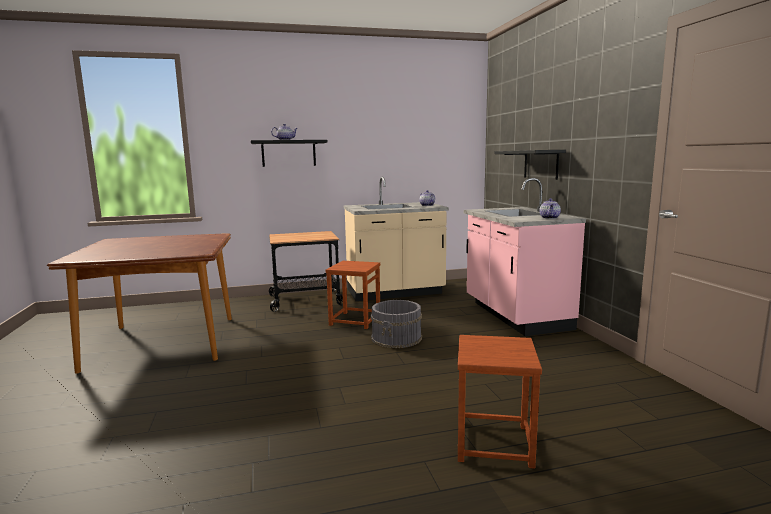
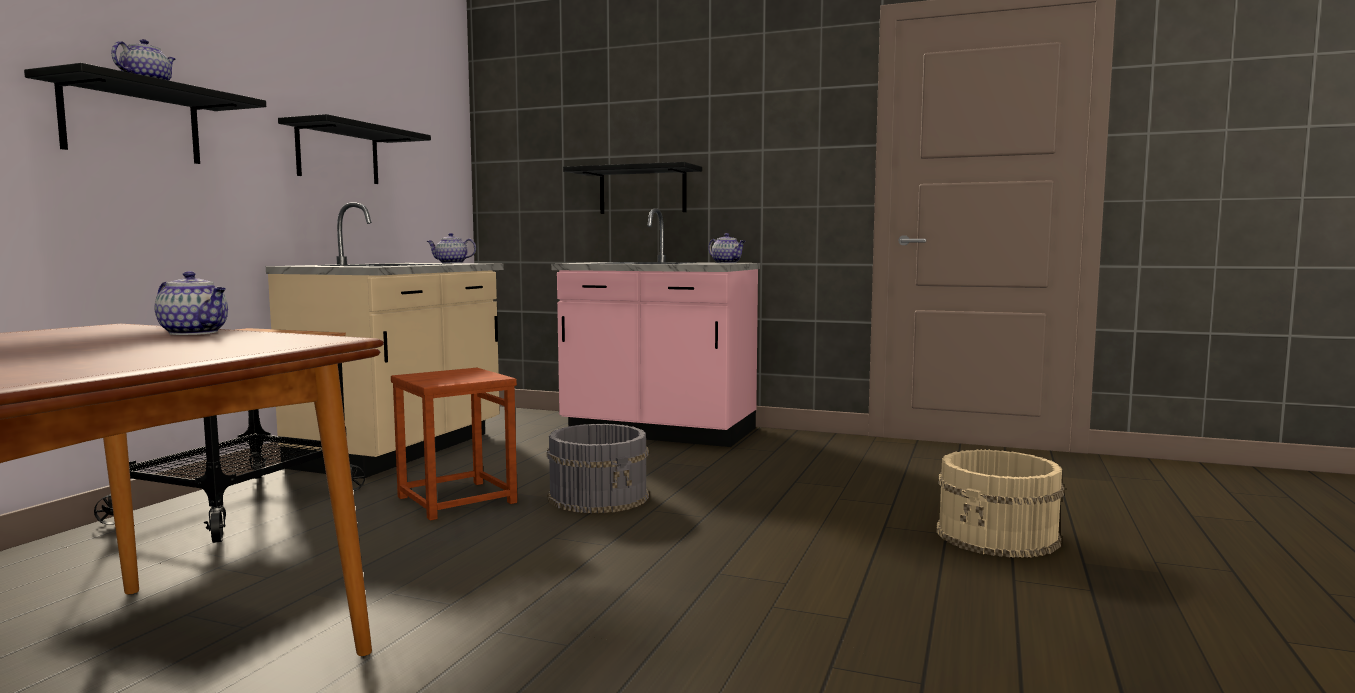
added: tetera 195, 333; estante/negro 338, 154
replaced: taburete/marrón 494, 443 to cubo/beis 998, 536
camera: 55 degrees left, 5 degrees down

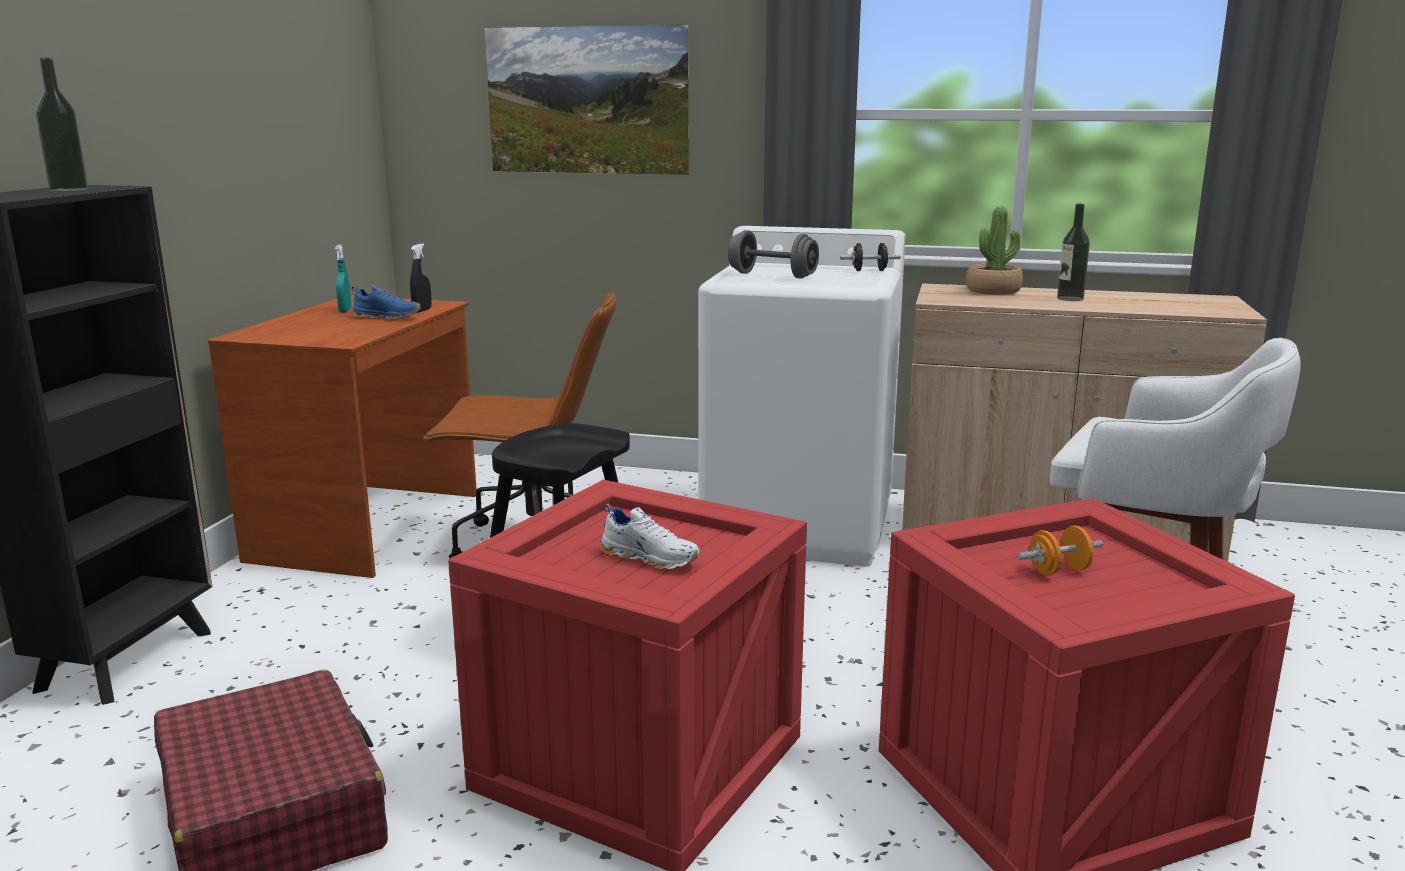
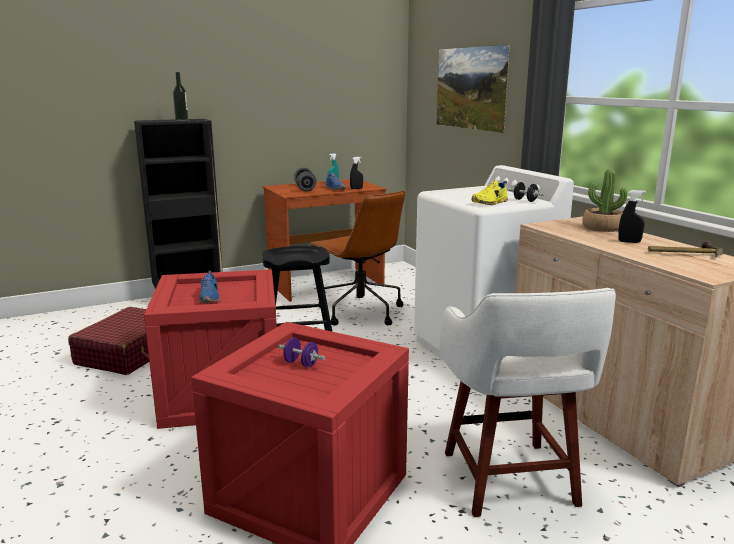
added: zapato/amarillo 490, 203; martillo 683, 253
moved: mancuerna/gris 772, 275 to 305, 188
replaced: botella 1070, 299 to pulverizador/negro 629, 242
recoloured: zapato/blanco 651, 558 to zapato/azul 210, 298; mancuerna/naranja 1059, 571 to mancuerna/morado 301, 364
camera: 50 degrees right, 0 degrees up

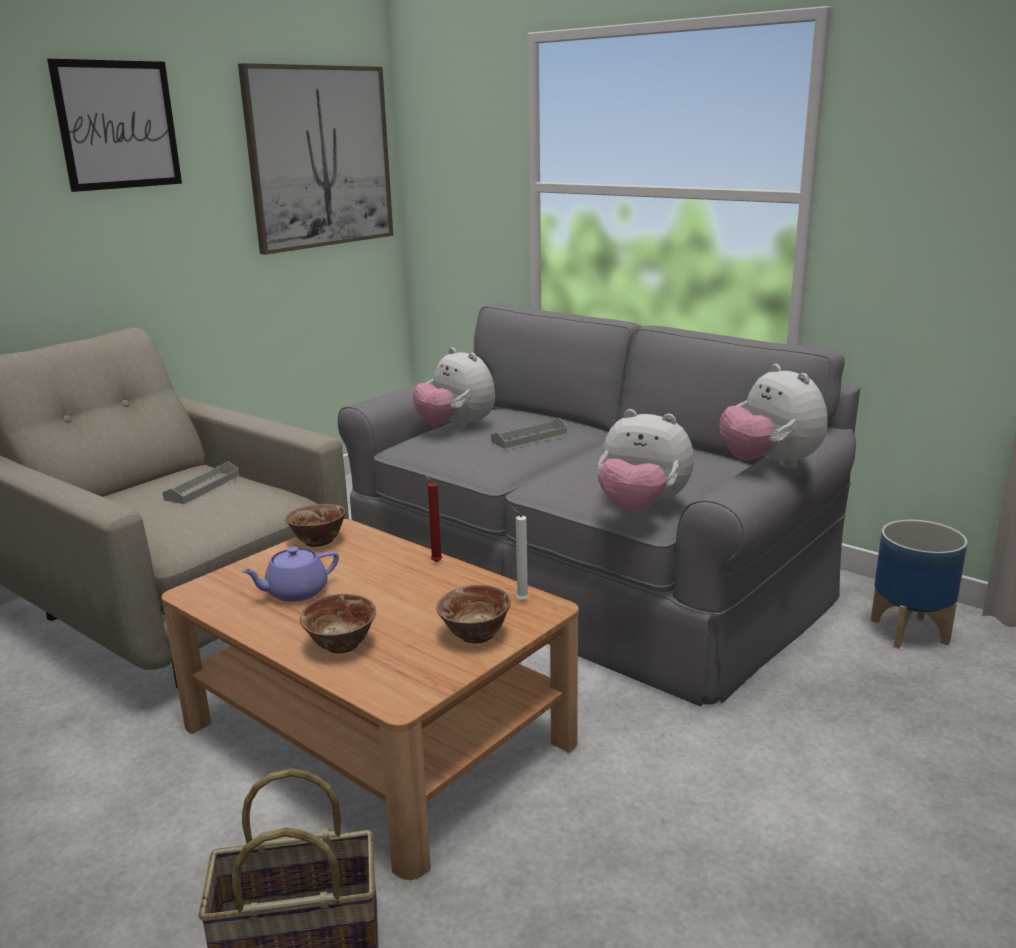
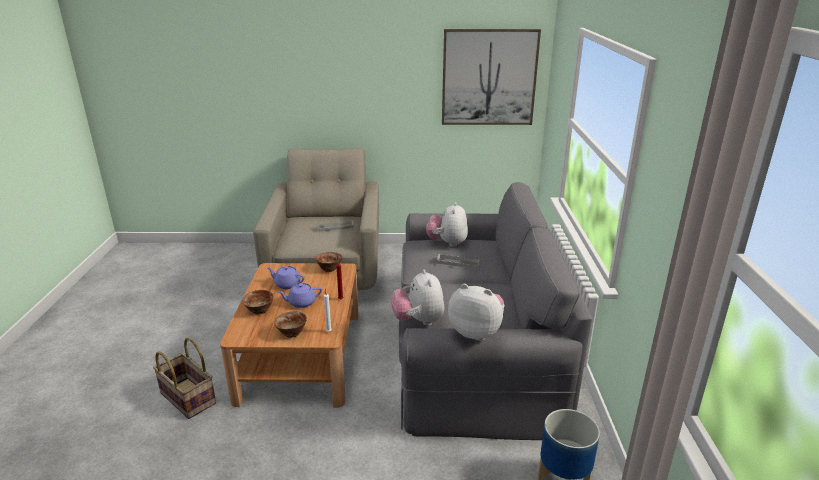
removed: cuadro 118, 125
added: tetera/morado 301, 303
turned: peluche 770, 464 = 476, 332 90 degrees clockwise
camera: 50 degrees right, 5 degrees up

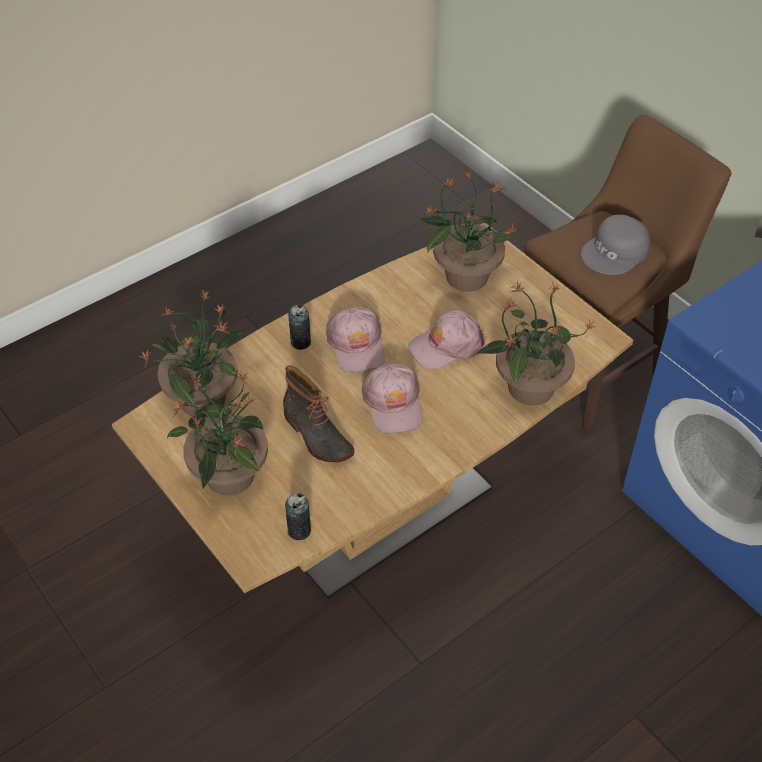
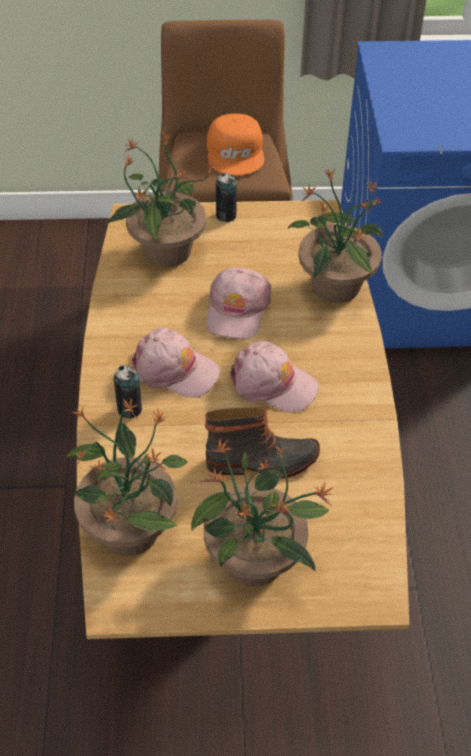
moved: lata 299, 531 to 226, 215
recoloured: gorra/gris 615, 252 to gorra/naranja 236, 152
camera: 55 degrees left, 0 degrees up

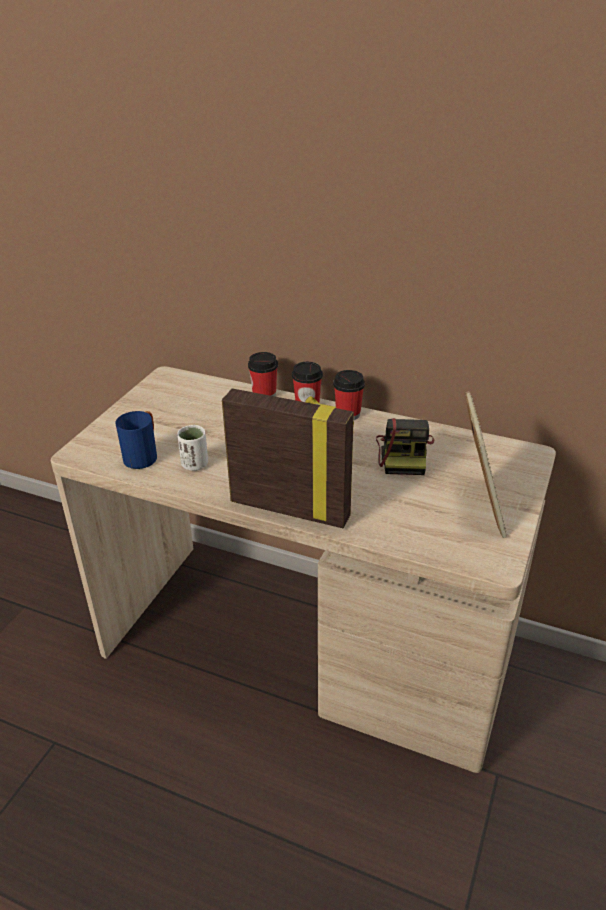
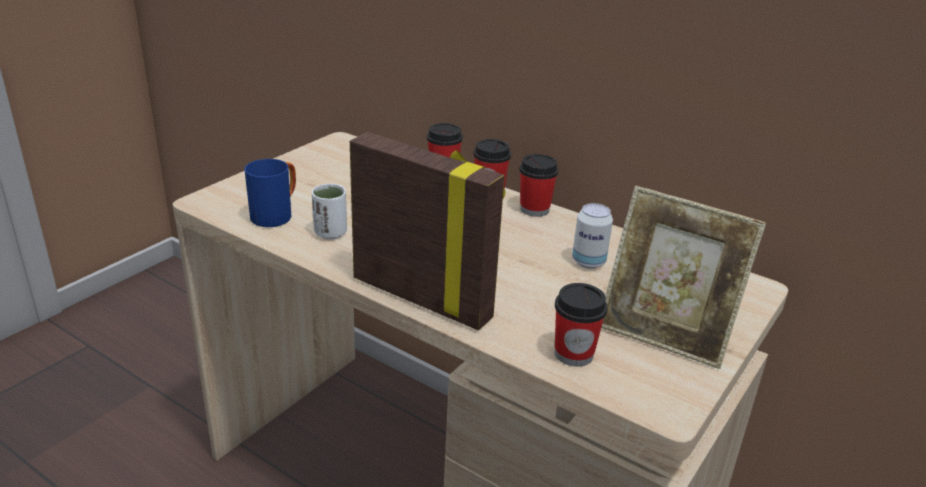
added: taza 573, 354
replaced: cámara 404, 454 to lata 588, 262
turned: portarretratos 479, 506 = 664, 335 105 degrees clockwise
camera: 10 degrees right, 5 degrees down

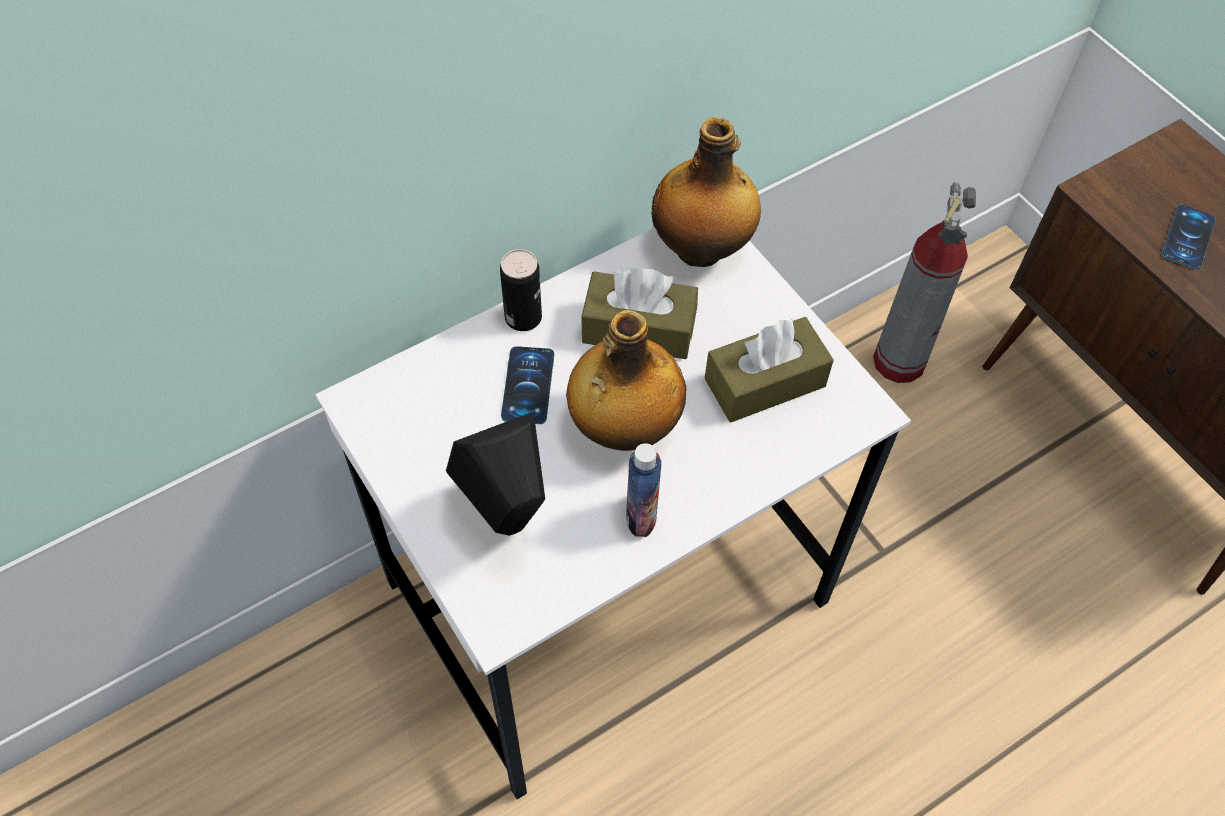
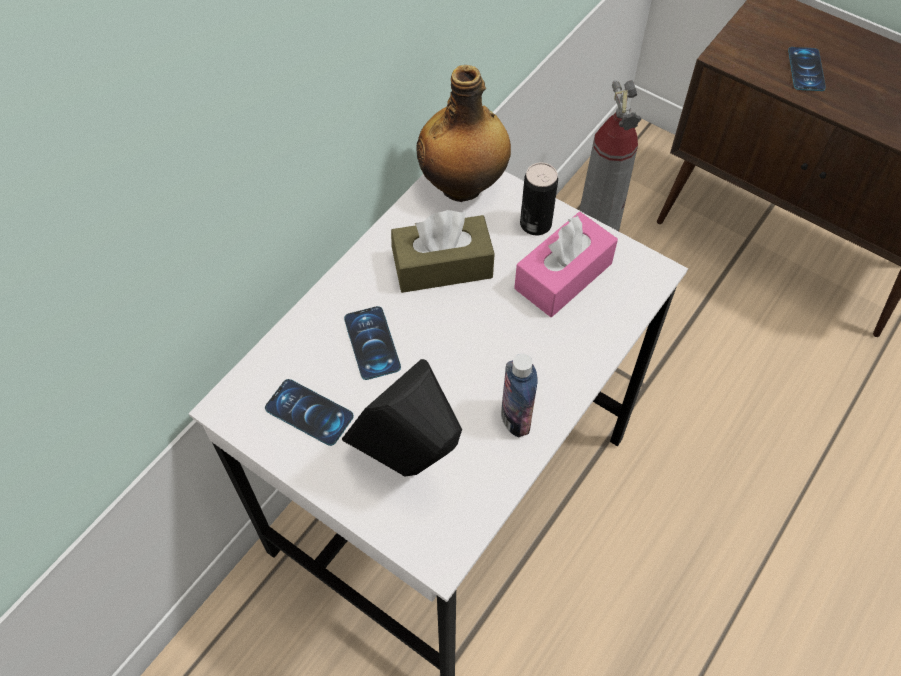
removed: botella 623, 427
added: móvil 309, 412
moved: lata 523, 317 to 535, 224
recoloured: caja de pañuelos/marrón 765, 382 to caja de pañuelos/rosa 563, 276
camera: 20 degrees left, 0 degrees up

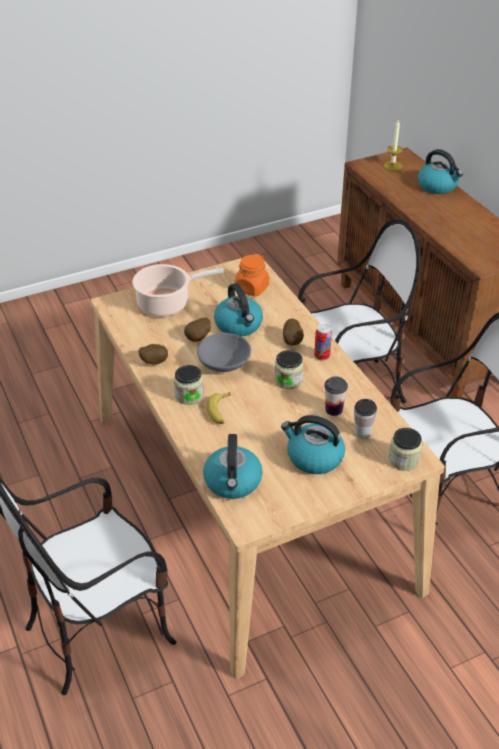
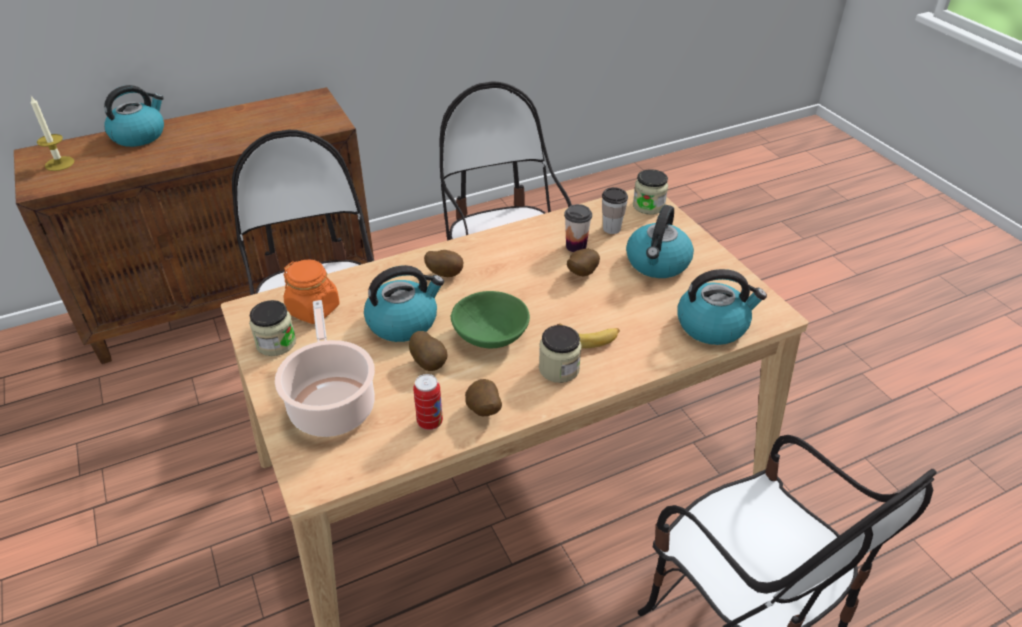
added: patata 581, 273
moved: tarro 288, 380 to 276, 343; lata 322, 356 to 430, 422
recoloured: cuenco/gris 224, 364 to cuenco/verde 490, 335
camera: 90 degrees left, 0 degrees up

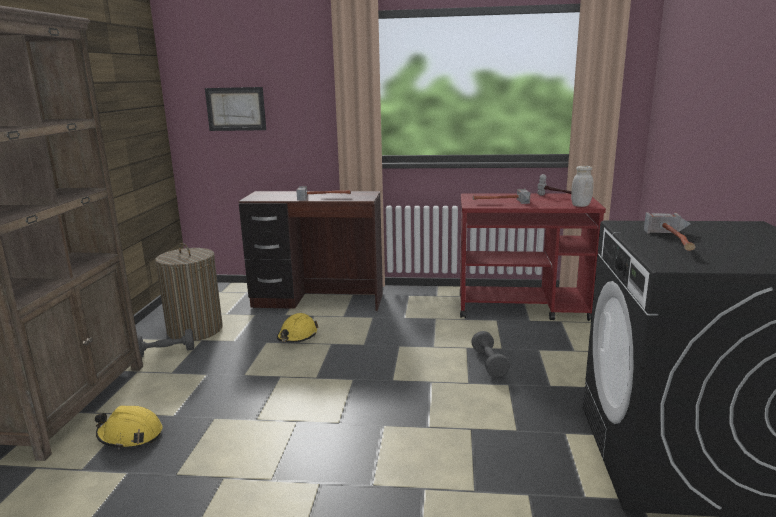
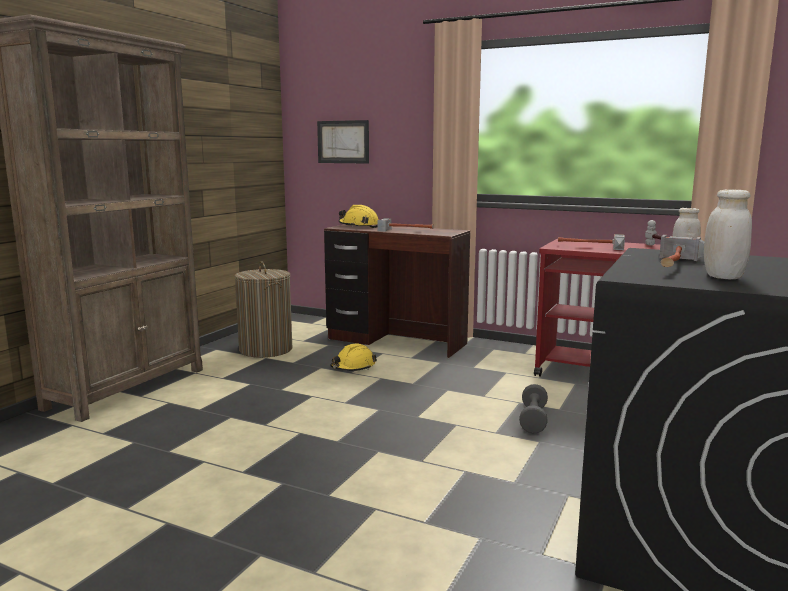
removed: mancuerna/gris 165, 352
added: tarro/blanco 723, 277
moved: casco/amarillo 130, 435 to 359, 226
camera: 20 degrees right, 5 degrees down

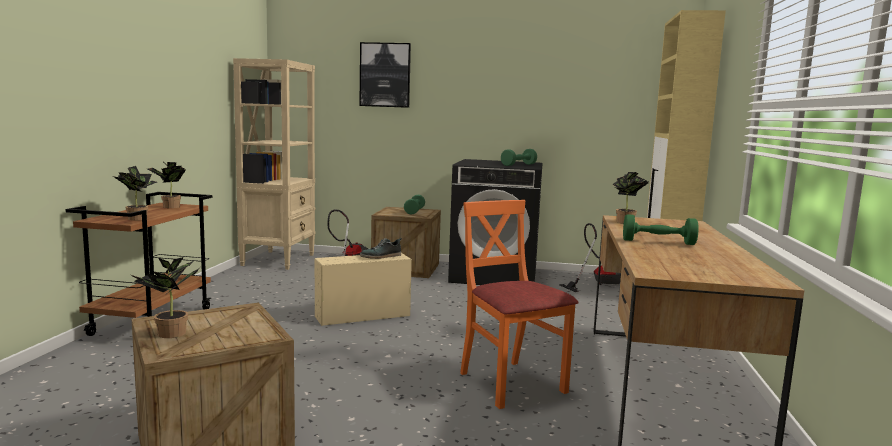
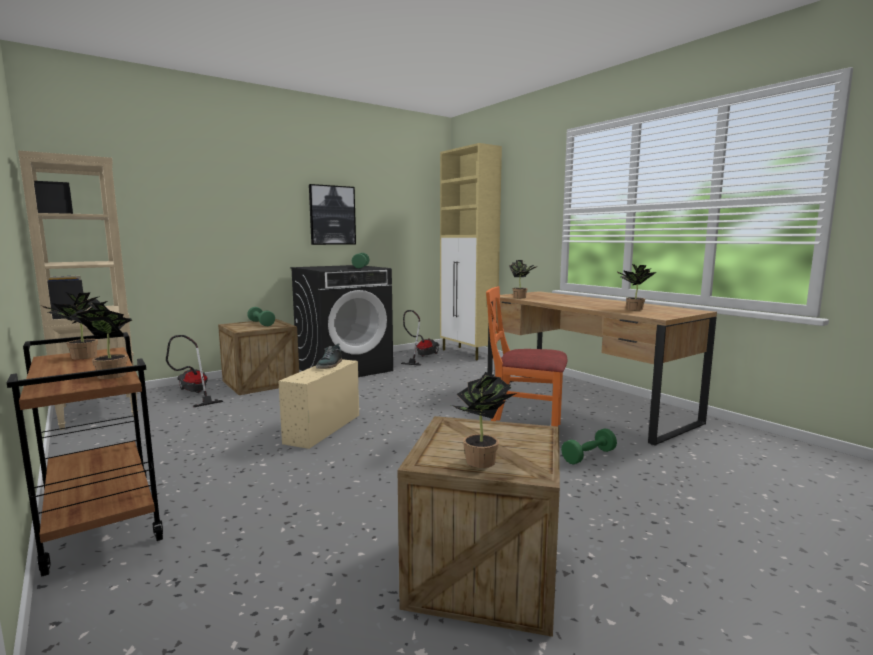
added: planta en maceta 632, 309
moved: cuadro 385, 75 to 332, 215; mancuerna/verde 658, 242 to 588, 456
camera: 45 degrees left, 0 degrees up

